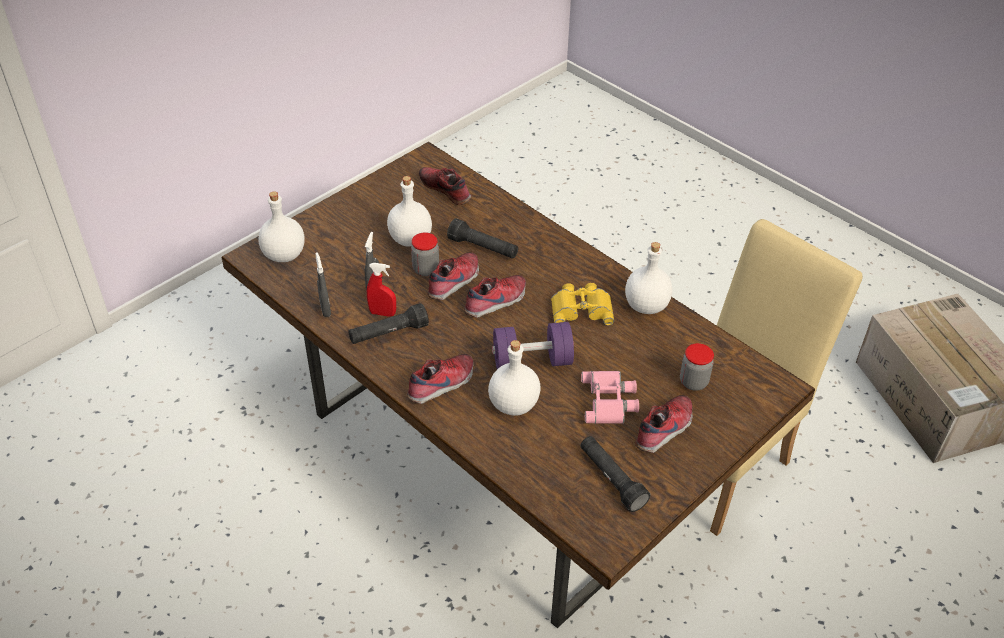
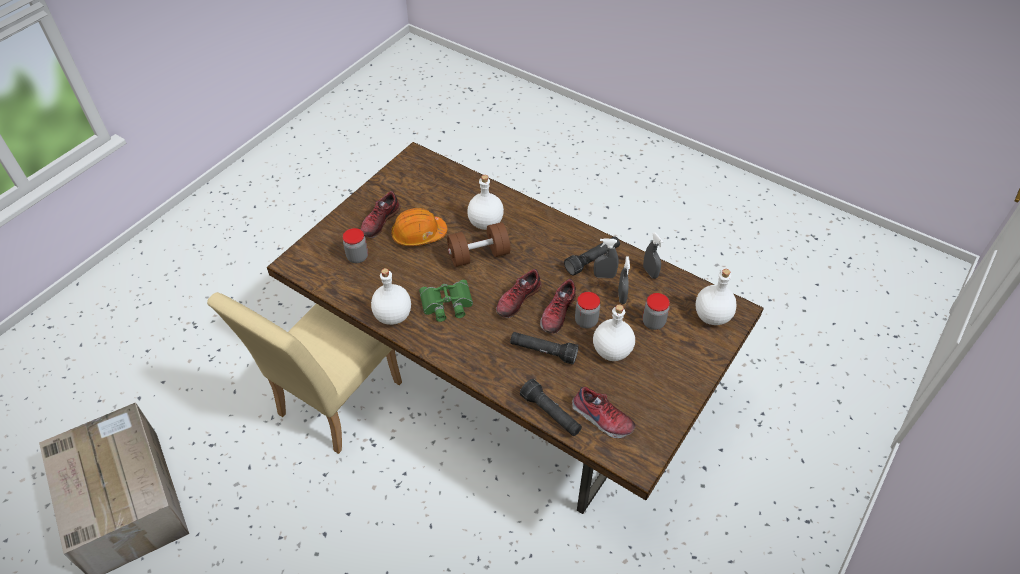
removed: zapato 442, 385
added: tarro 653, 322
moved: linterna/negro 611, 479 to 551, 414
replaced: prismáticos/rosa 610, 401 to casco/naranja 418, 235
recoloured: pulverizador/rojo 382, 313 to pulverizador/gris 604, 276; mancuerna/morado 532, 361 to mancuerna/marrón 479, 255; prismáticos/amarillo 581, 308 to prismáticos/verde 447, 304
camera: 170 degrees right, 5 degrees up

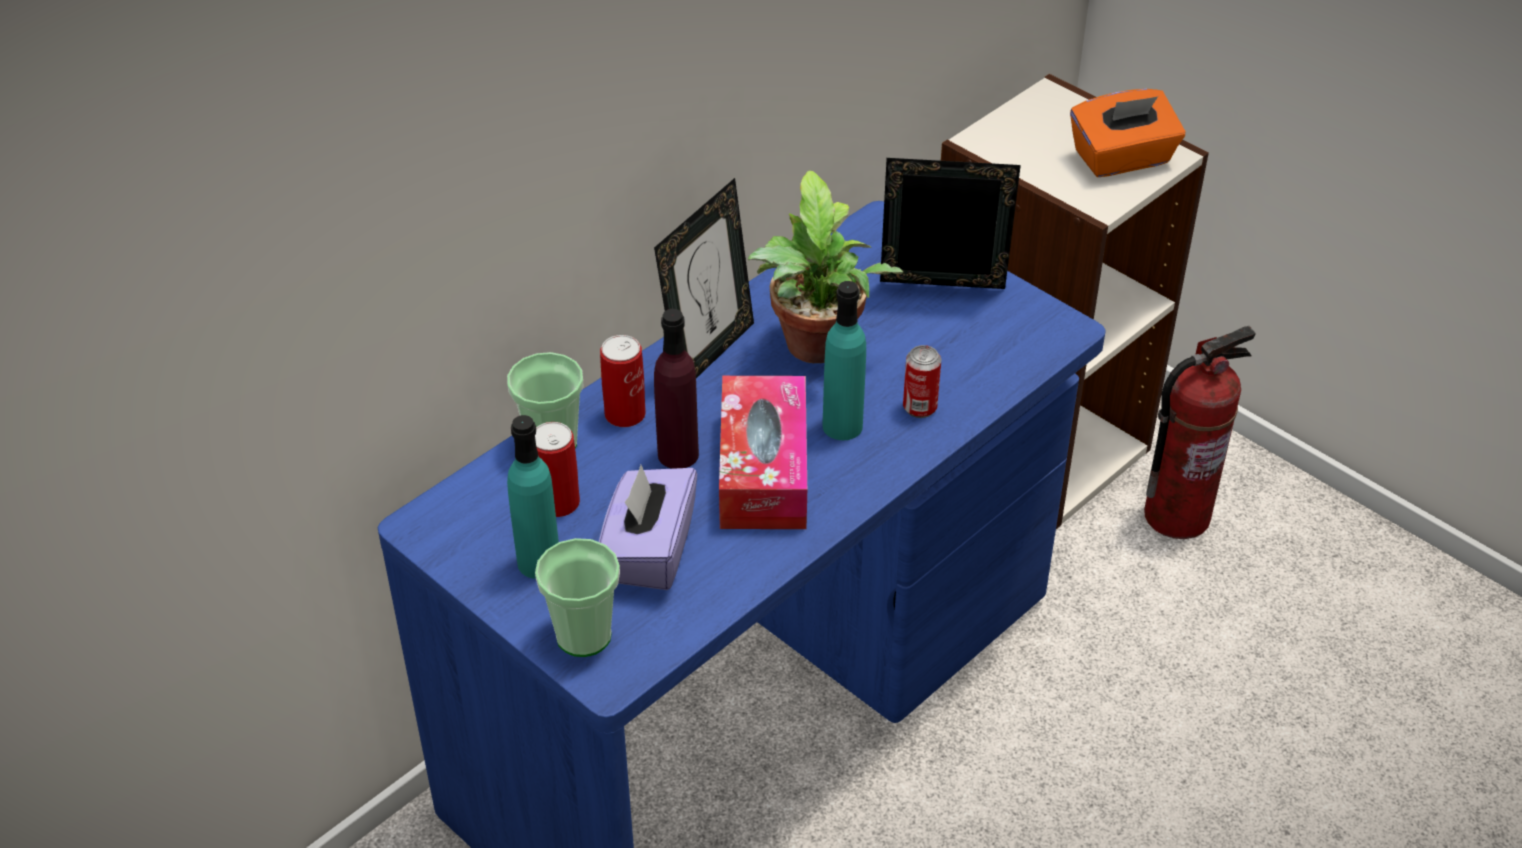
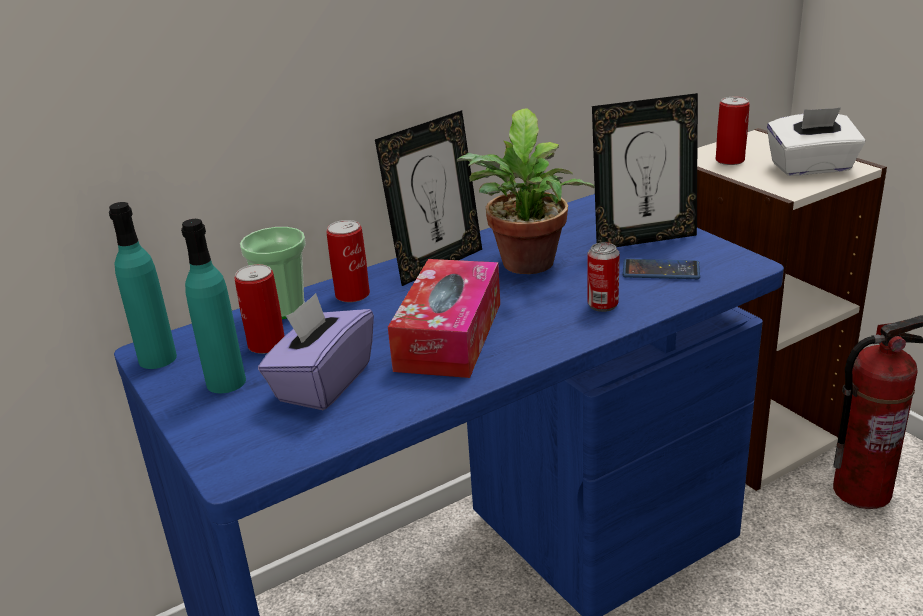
removed: taza 583, 636; botella/morado 678, 454
added: móvil 661, 270; lata 730, 160
moved: botella/turquesa 842, 426 to 157, 358
recoloured: caja de pañuelos/naranja 1122, 159 to caja de pañuelos/blanco 811, 168
turned: portarretratos 942, 291 = 643, 239 150 degrees clockwise
camera: 15 degrees right, 15 degrees down

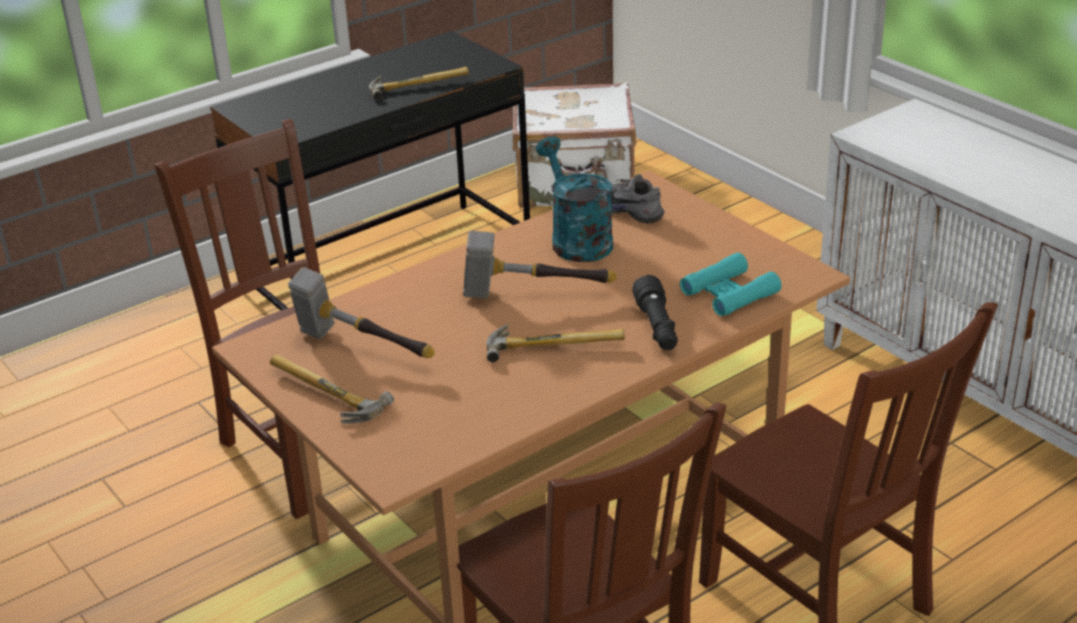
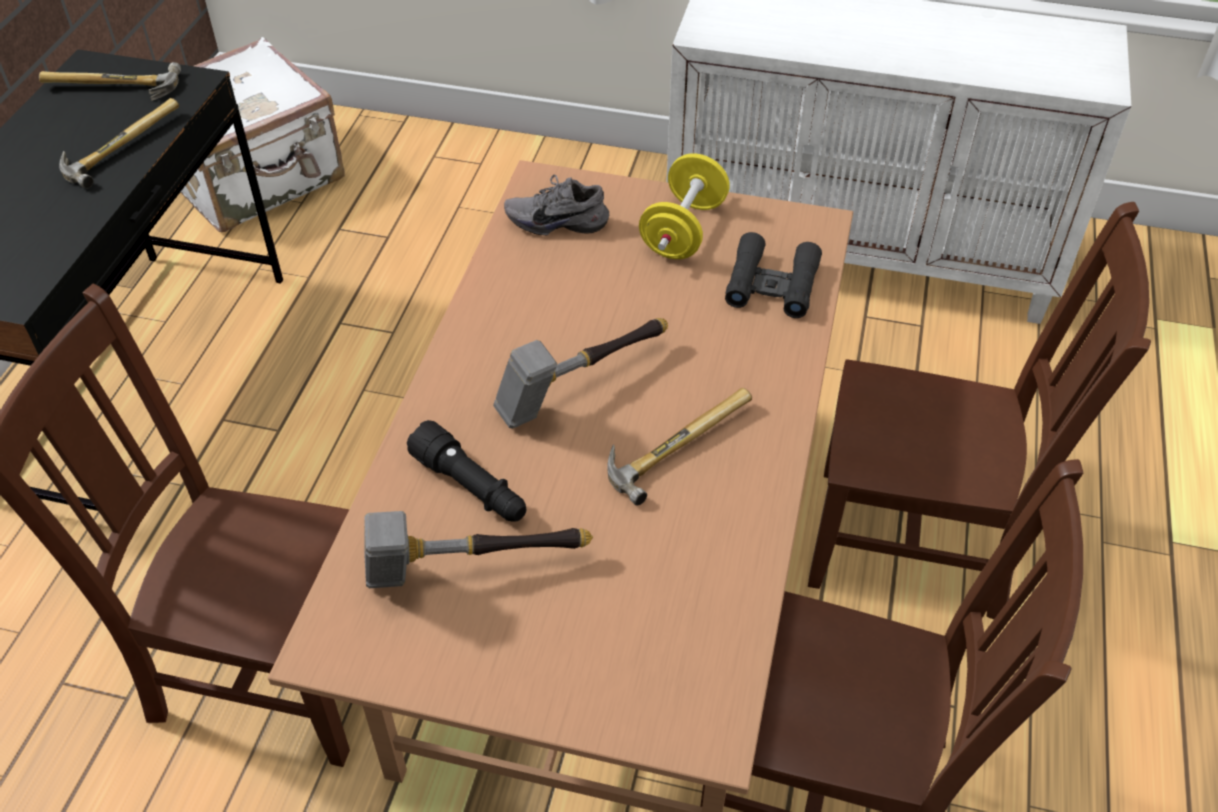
removed: regadera/turquesa 576, 239
added: mancuerna/amarillo 683, 230
moved: martillo 321, 396 to 111, 90; linterna/negro 657, 328 to 471, 487
recoloured: prismáticos/turquesa 729, 293 to prismáticos/negro 772, 285
camera: 40 degrees left, 15 degrees up

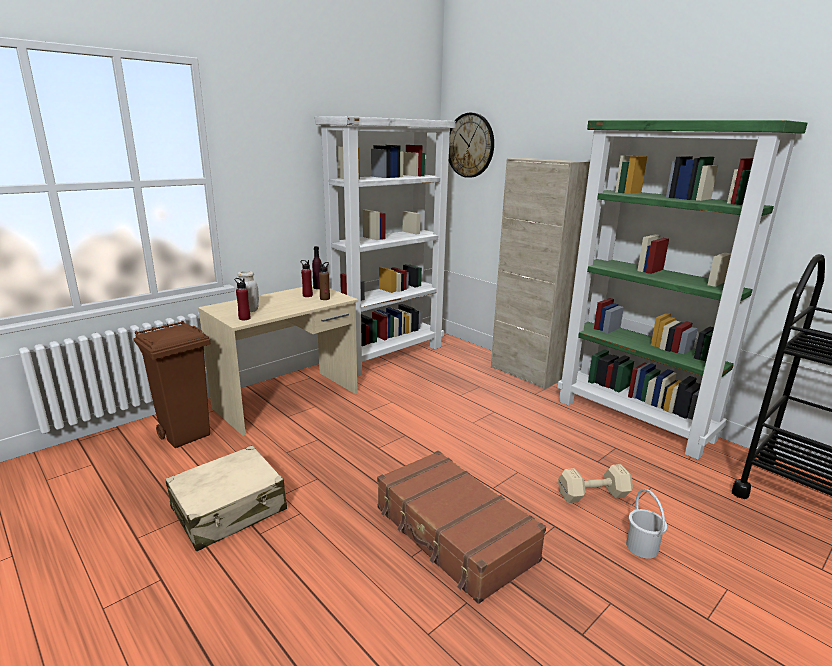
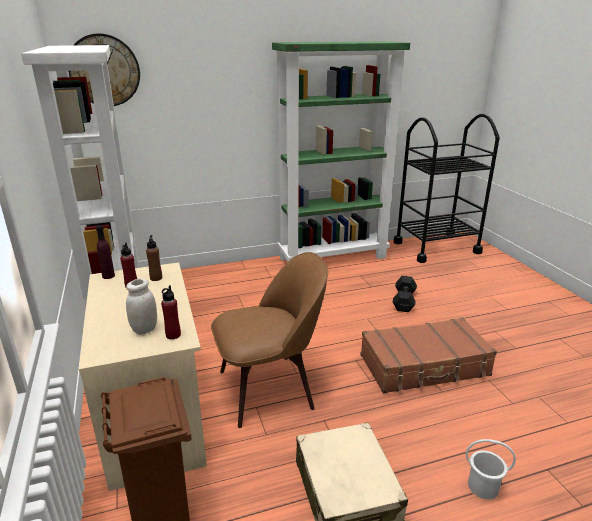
removed: armario/beis 525, 374
added: silla/marrón 270, 388
moved: cubo/blanco 642, 547 to 482, 486
recoloured: mancuerna/beis 594, 495 to mancuerna/negro 404, 301
camera: 65 degrees left, 5 degrees up

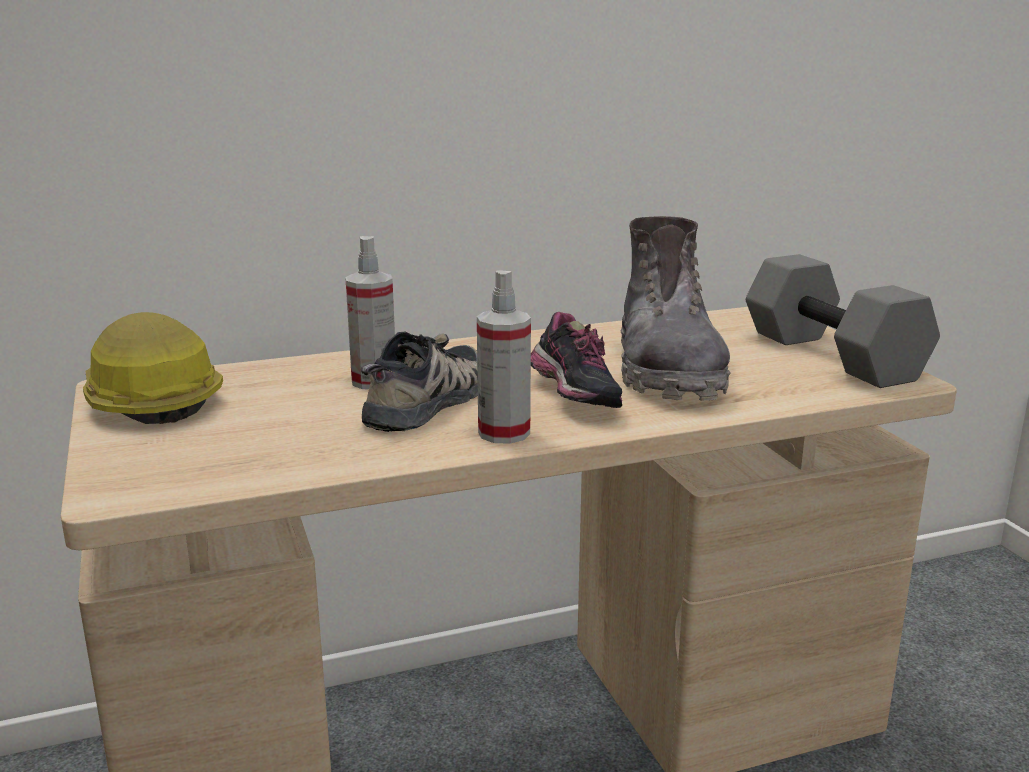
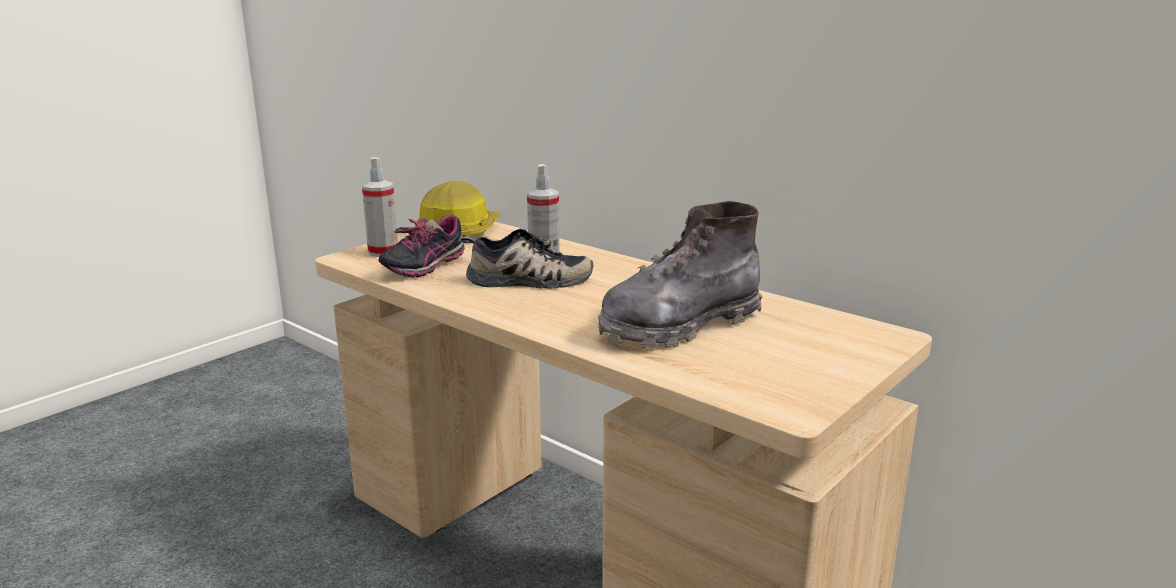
removed: mancuerna/gris 836, 356
moved: pulverizador 504, 433 to 383, 252; zapato 573, 397 to 423, 267
camera: 60 degrees right, 0 degrees up

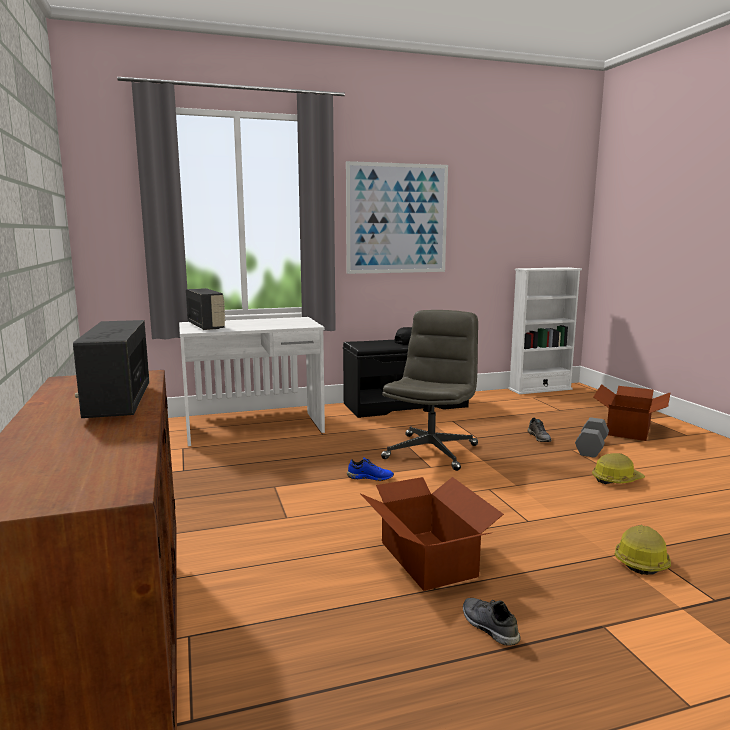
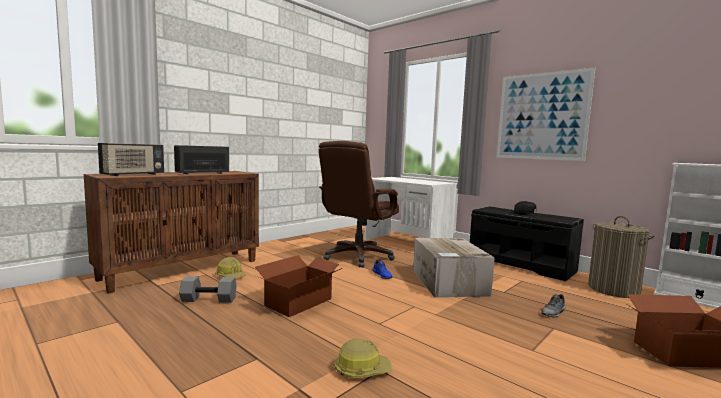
removed: zapato/gris 488, 627
added: silla de oficina/marrón 358, 257; cesto de la ropa 613, 289
moved: radio 206, 326 to 133, 175; mancuerna/gris 590, 447 to 209, 299; casco 616, 479 to 230, 276
replaced: silla de oficina/gris 431, 451 to caja de cartón 449, 283
camera: 60 degrees right, 5 degrees down

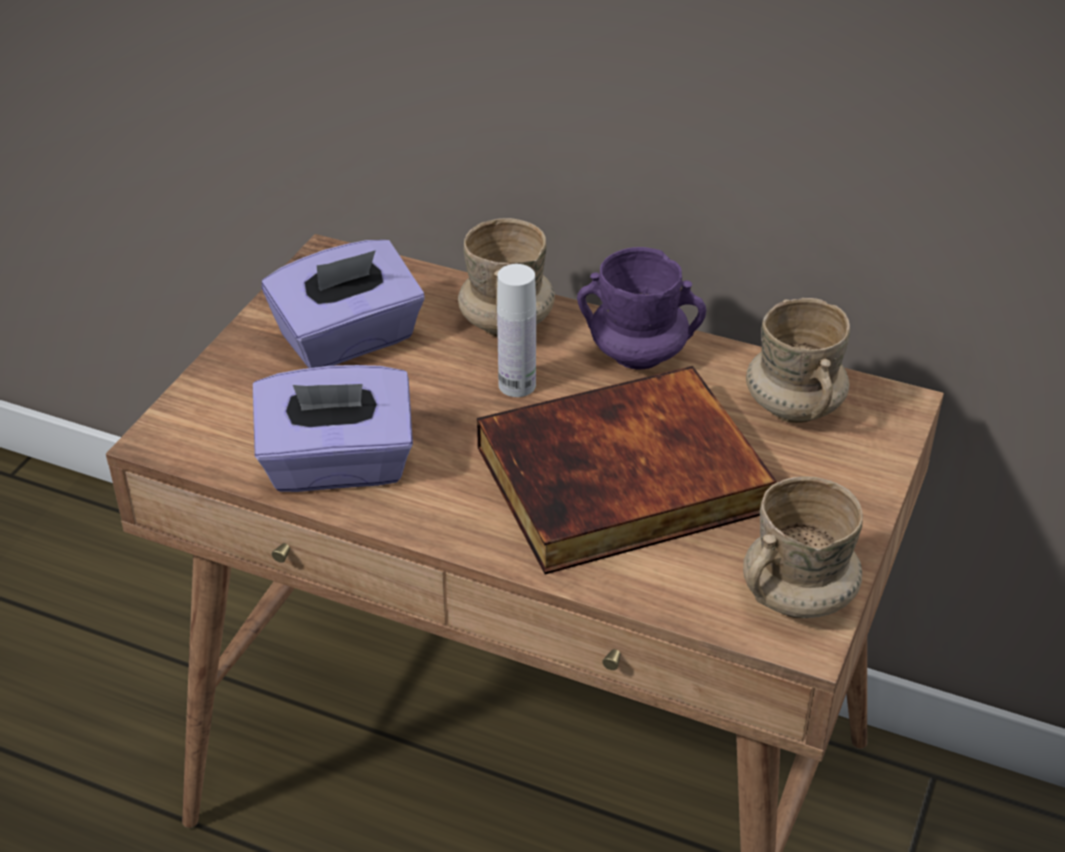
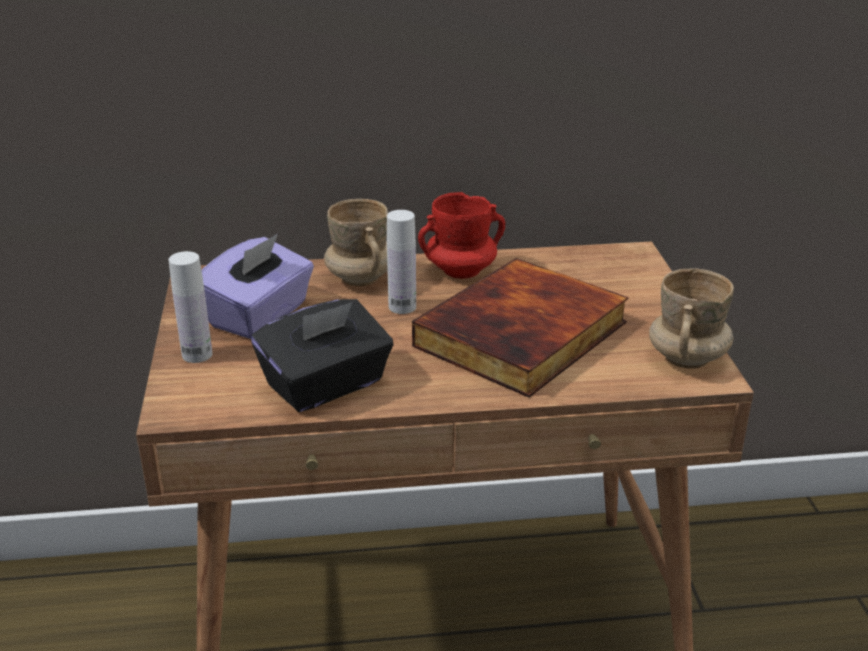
removed: taza grande/beis 793, 407
added: botella/blanco 197, 354
recoloured: caja de pañuelos/morado 337, 466 to caja de pañuelos/negro 326, 385; taza grande/morado 639, 354 to taza grande/rojo 461, 270
camera: 30 degrees left, 10 degrees down

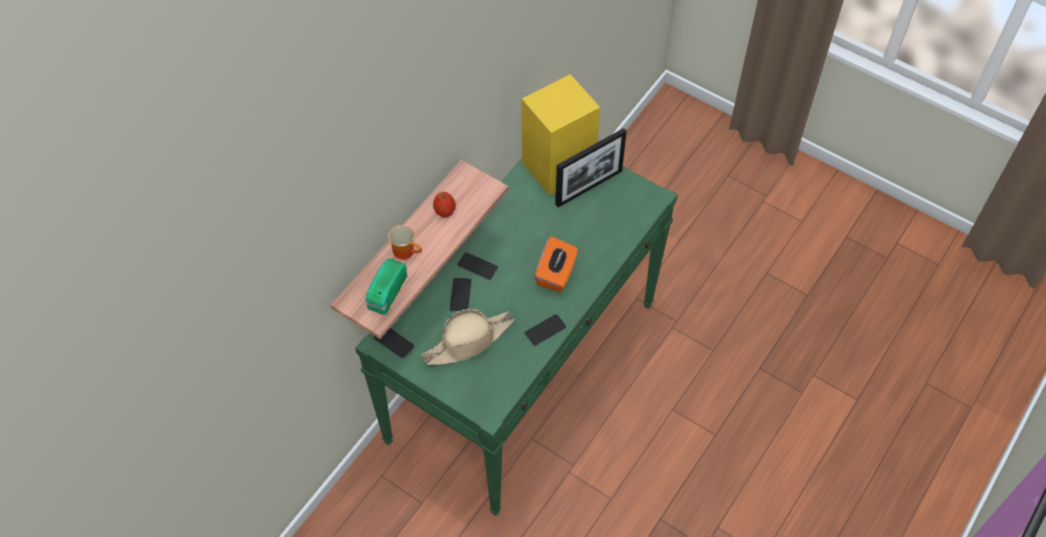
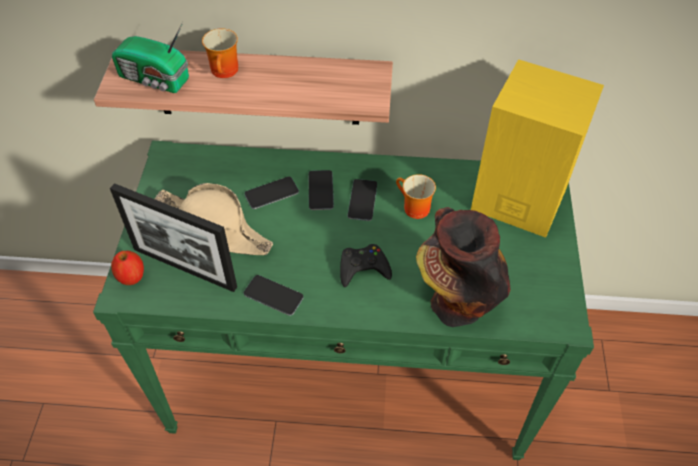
added: taza grande 413, 208; florero 454, 303
moved: móvil 394, 342 to 362, 200; manzana 445, 211 to 132, 277; portarretratos 588, 187 to 184, 268
replaced: caja de pañuelos/naranja 556, 274 to mando de consola/negro 363, 268
turned: radio 385, 293 = 155, 80 150 degrees counterclockwise
camera: 60 degrees right, 5 degrees down

